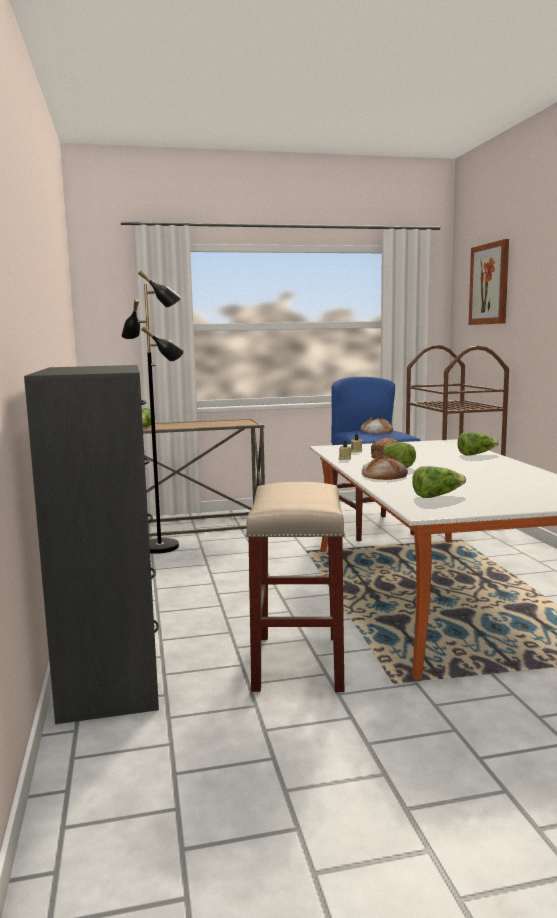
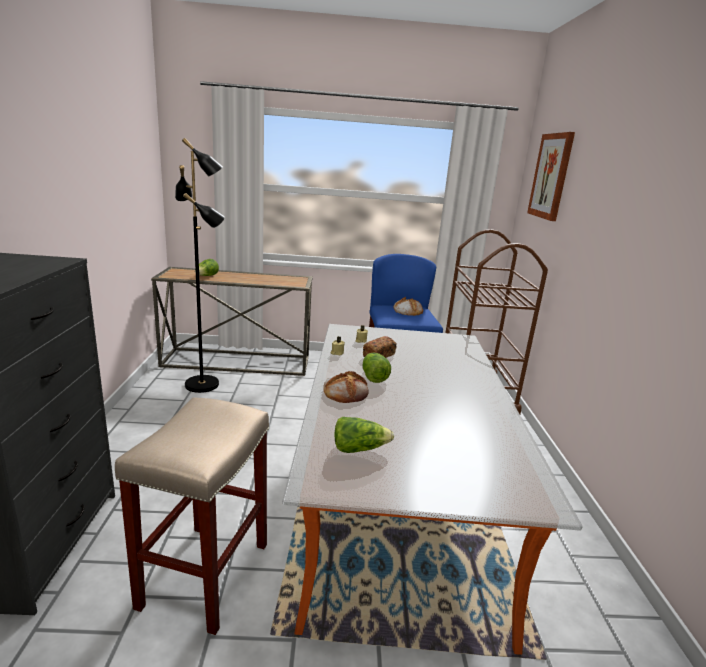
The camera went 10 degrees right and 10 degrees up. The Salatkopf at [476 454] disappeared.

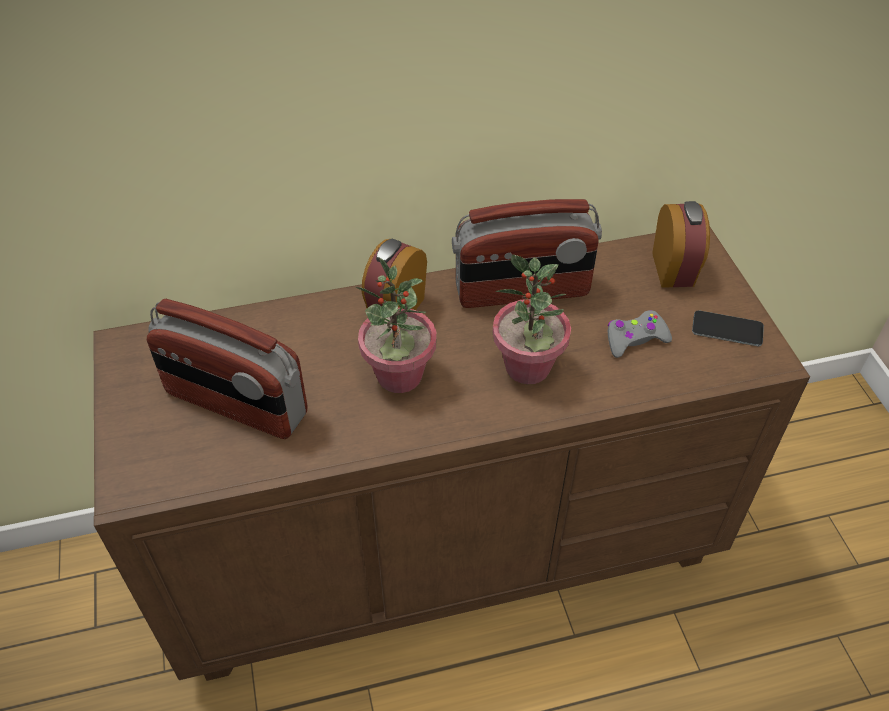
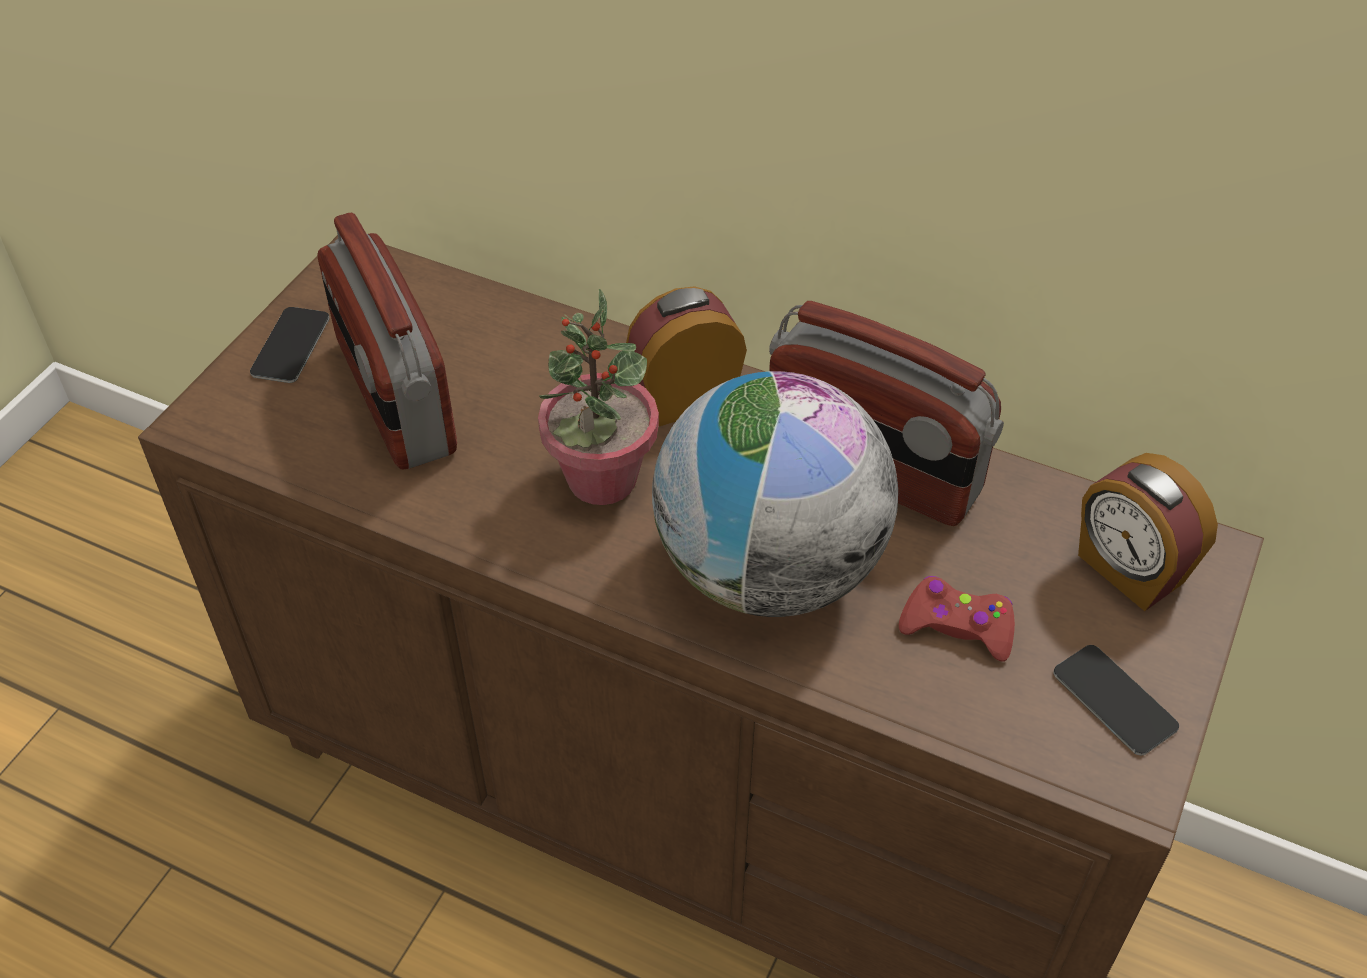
The camera went 40 degrees right and 0 degrees up. The Handy at [290 345] appeared. The Topfpflanze at [528 367] was replaced by the Globus at [768 569]. The Gamepad (grau) at [635 339] became the Gamepad (rot) at [957 626]. The Wecker at [674 269] turned 105 degrees clockwise.

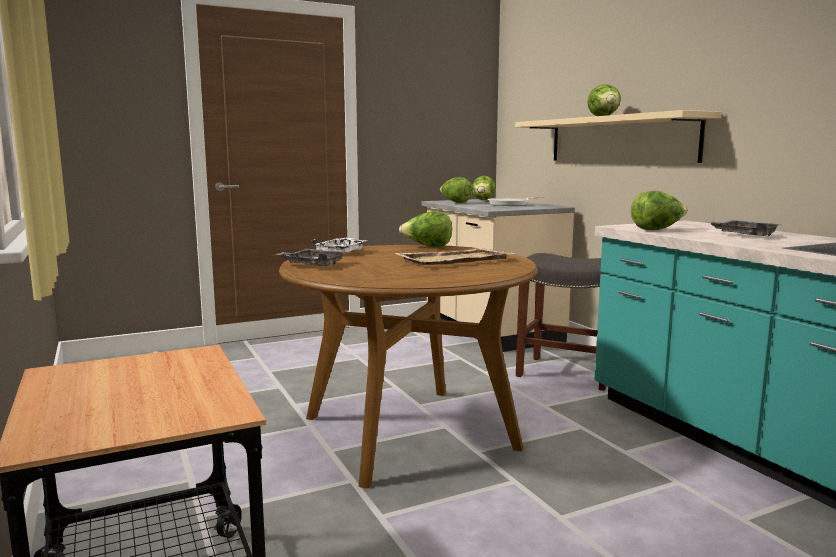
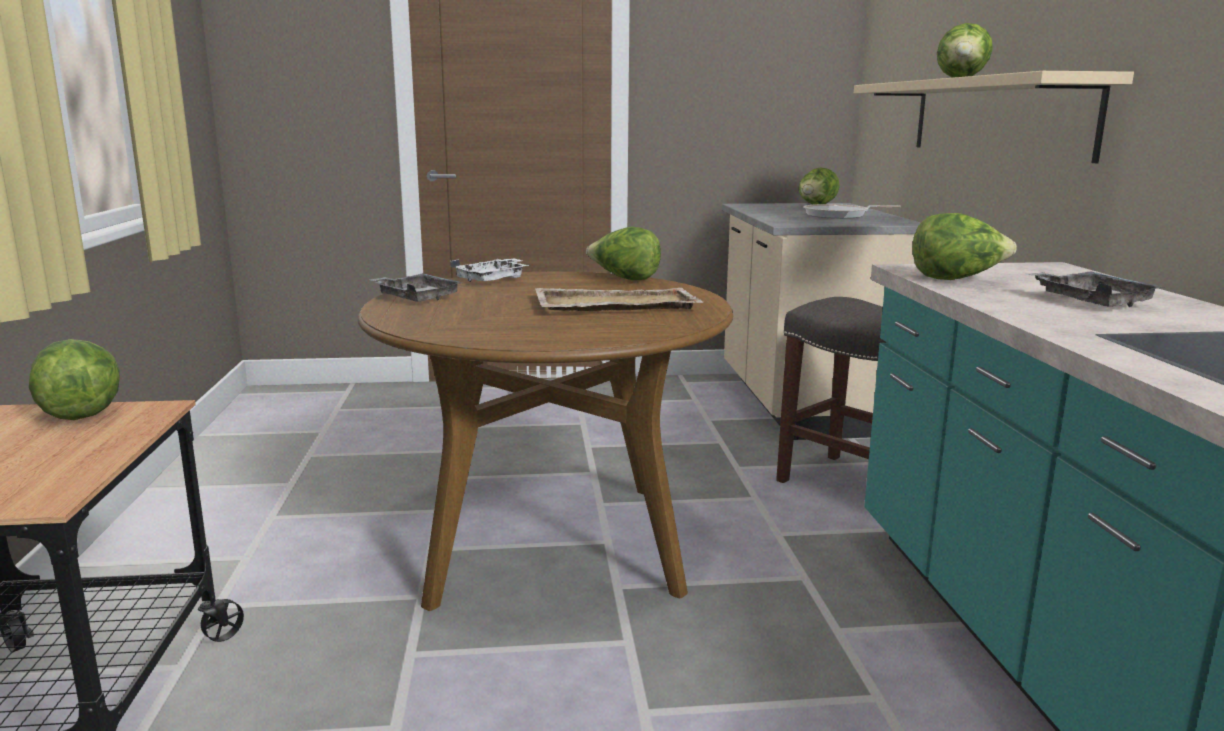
The camera went 20 degrees right and 5 degrees up. The Salatkopf moved from [455 202] to [82 412].

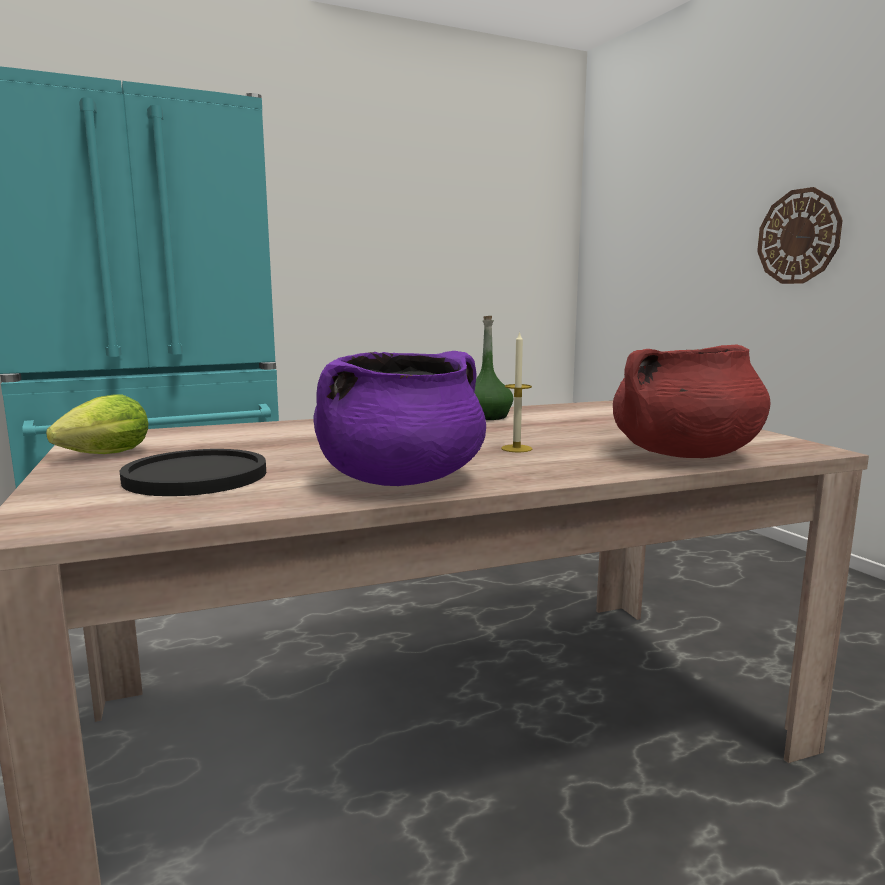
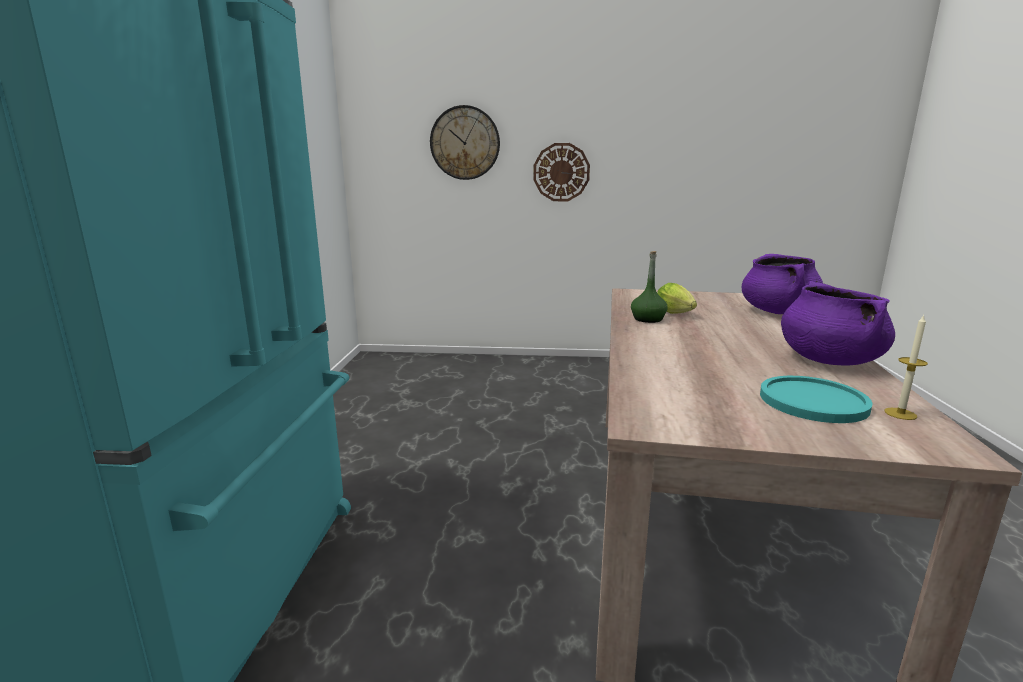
The camera went 60 degrees left and 5 degrees up. The Wanduhr at [465 143] appeared. The Salatkopf moved from [101 456] to [676 314]. The Kerze moved from [516 448] to [900 414]. The Teller (schwarz) at [196 476] became the Teller (türkis) at [813 401]. The Kochtopf (rot) at [684 454] became the Kochtopf (lila) at [778 312].

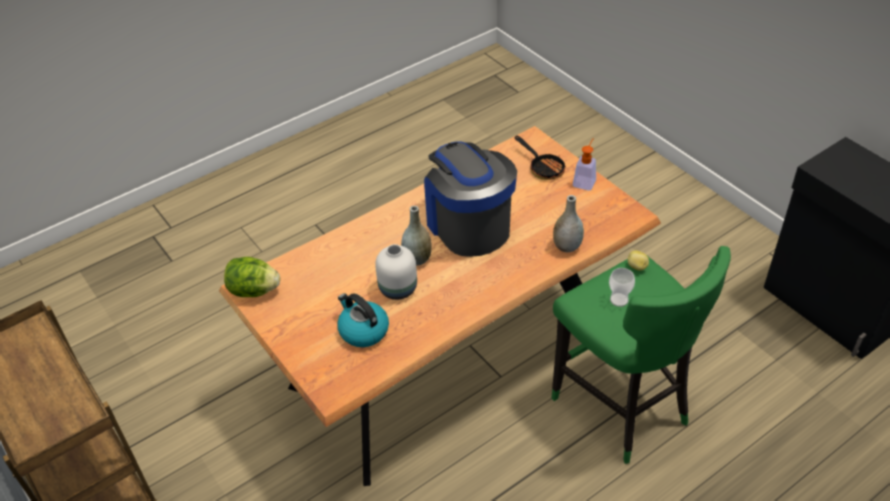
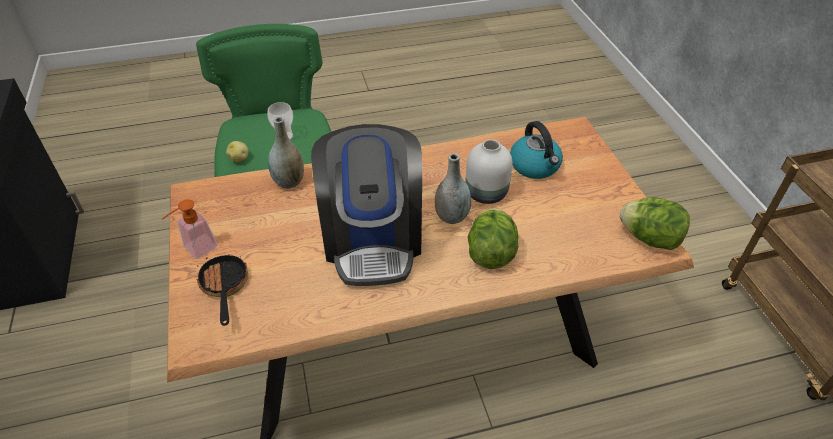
The camera went 160 degrees left and 0 degrees up. The Salatkopf at [491 253] appeared.

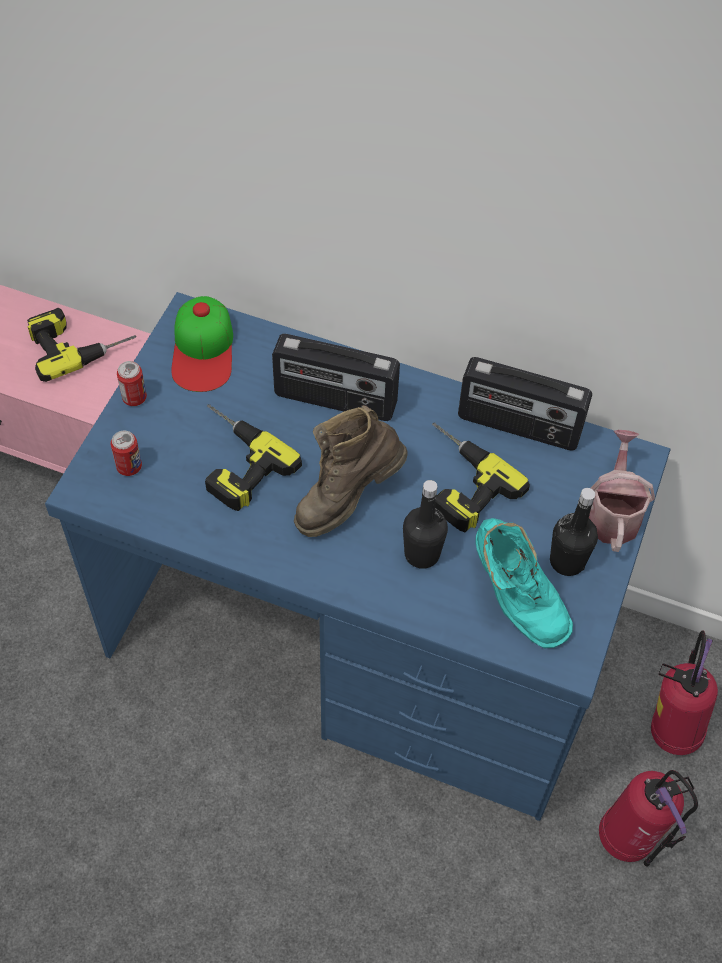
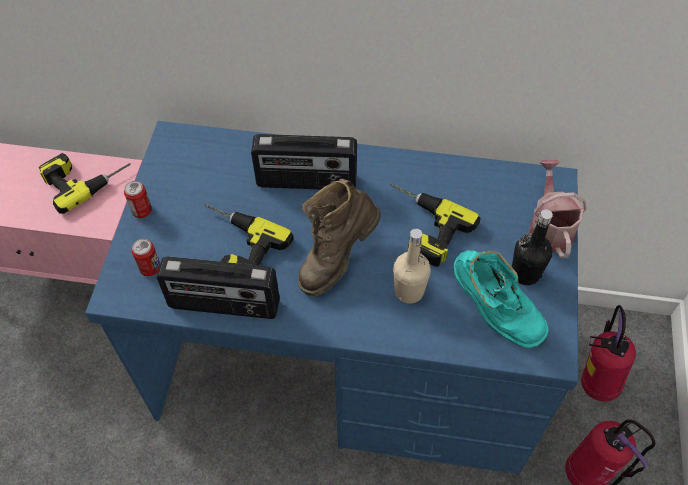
The camera went 10 degrees left and 0 degrees up. The Kappe at [203 350] disappeared. The Radio moved from [518 426] to [224 305]. The Flasche (schwarz) at [422 554] became the Flasche (beige) at [409 291].

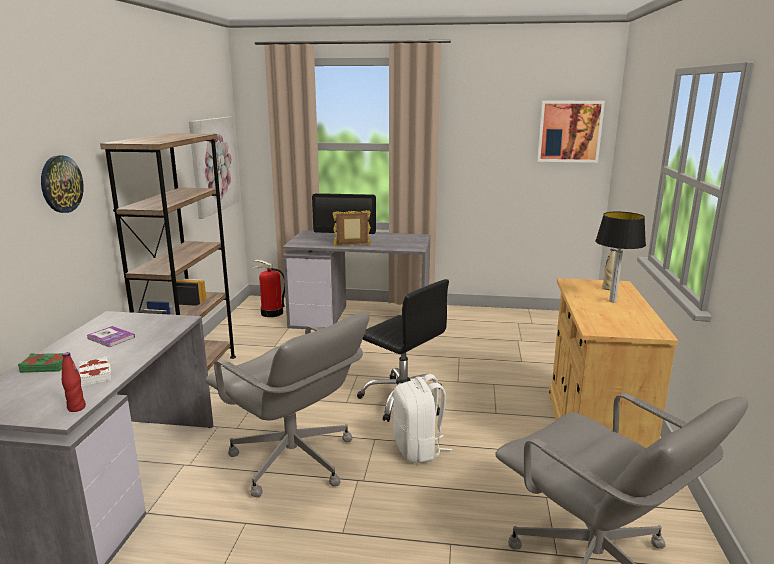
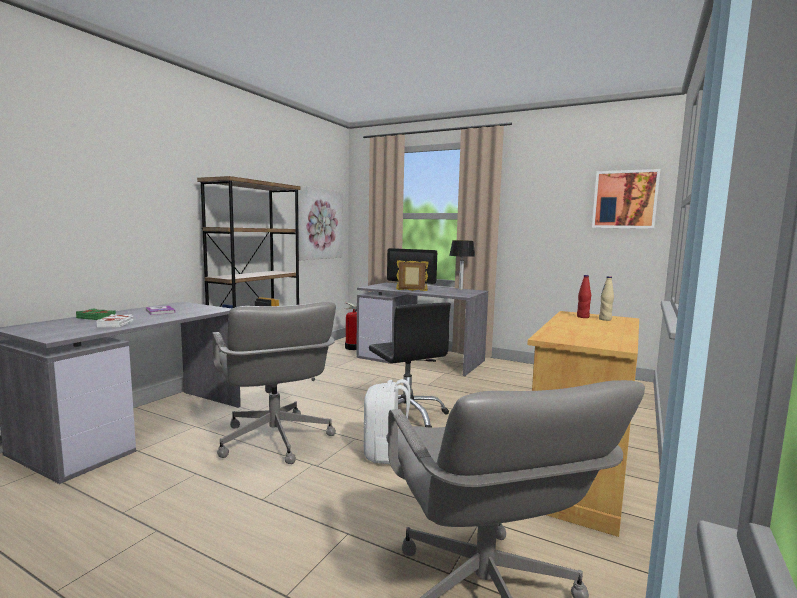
The camera went 20 degrees right and 10 degrees down. The Wanduhr at [61 184] disappeared. The Flasche (rot) moved from [76 408] to [582 317]. The Tischlampe moved from [613 301] to [461 289].

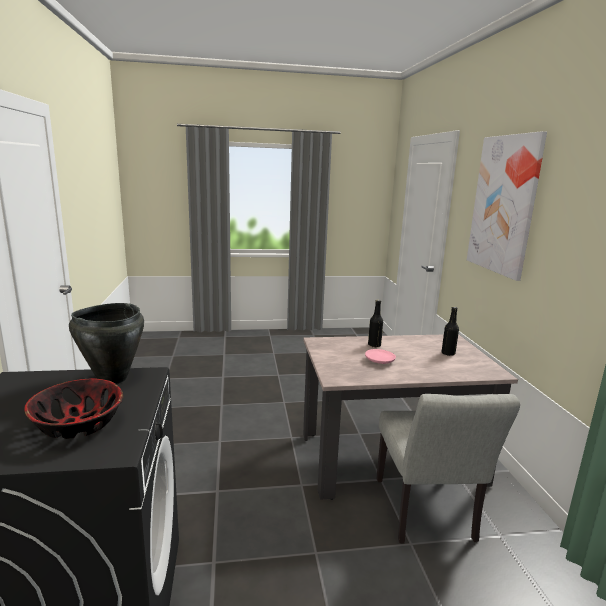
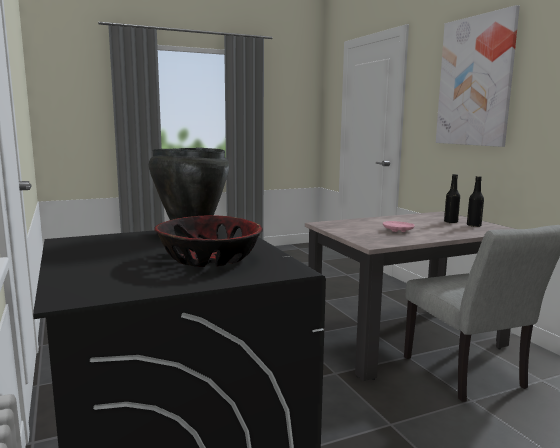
The camera went 15 degrees left and 5 degrees down. The Flasche (schwarz) moved from [374 345] to [474 225].

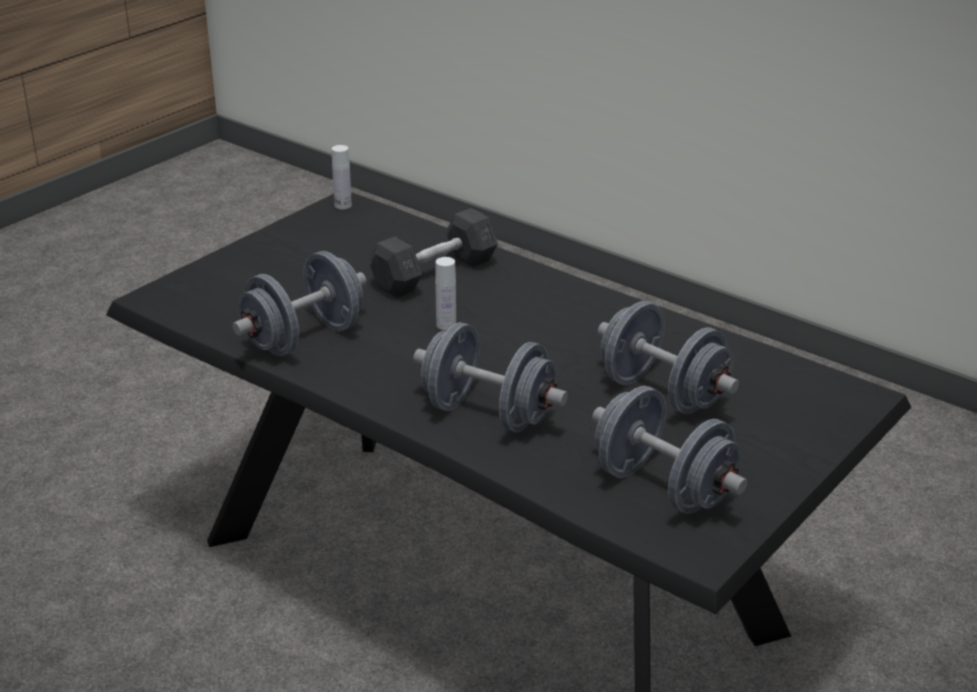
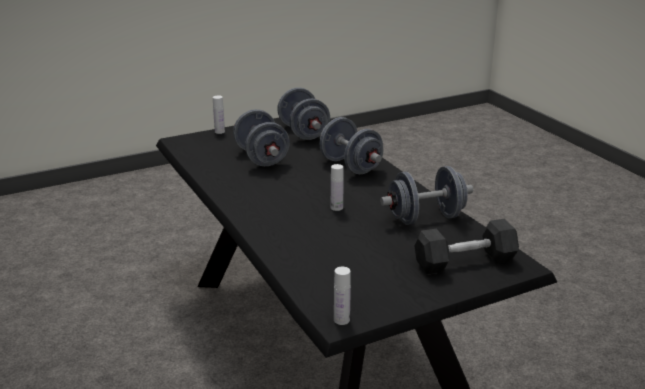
The camera went 155 degrees left and 5 degrees down. The Flasche (weiß) at [219 131] appeared. The Hantel (grau) moved from [434 273] to [465 262].

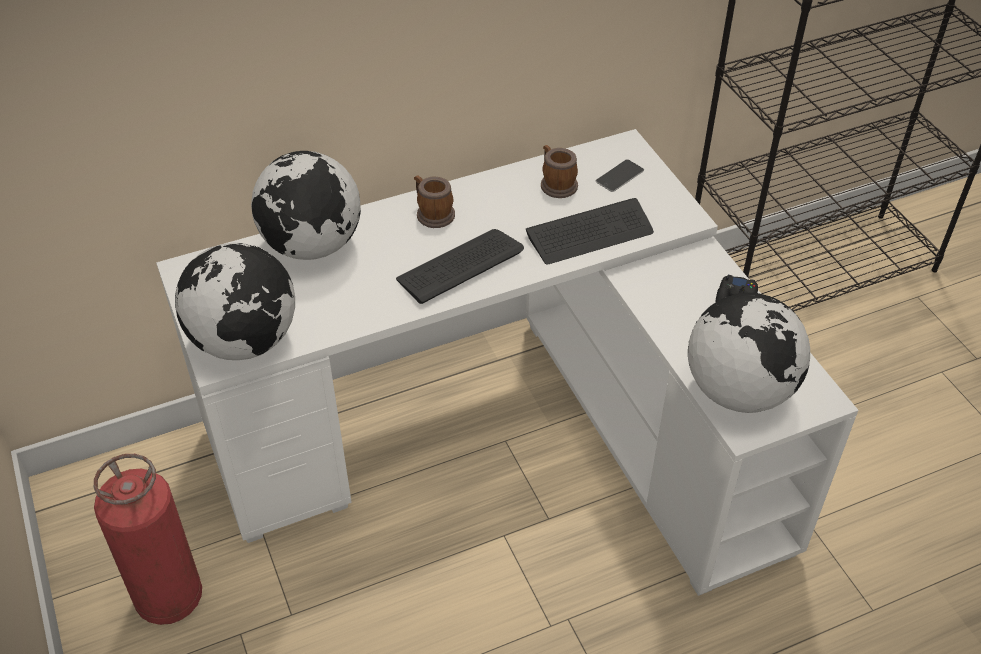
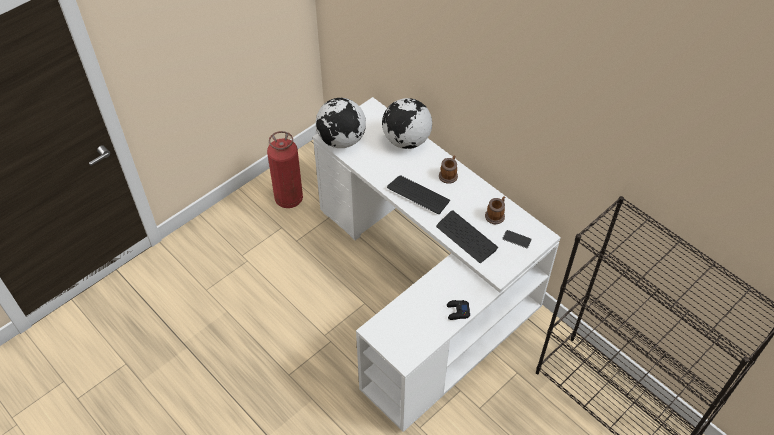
The camera went 70 degrees right and 5 degrees up. The Globus at [738 391] disappeared.

